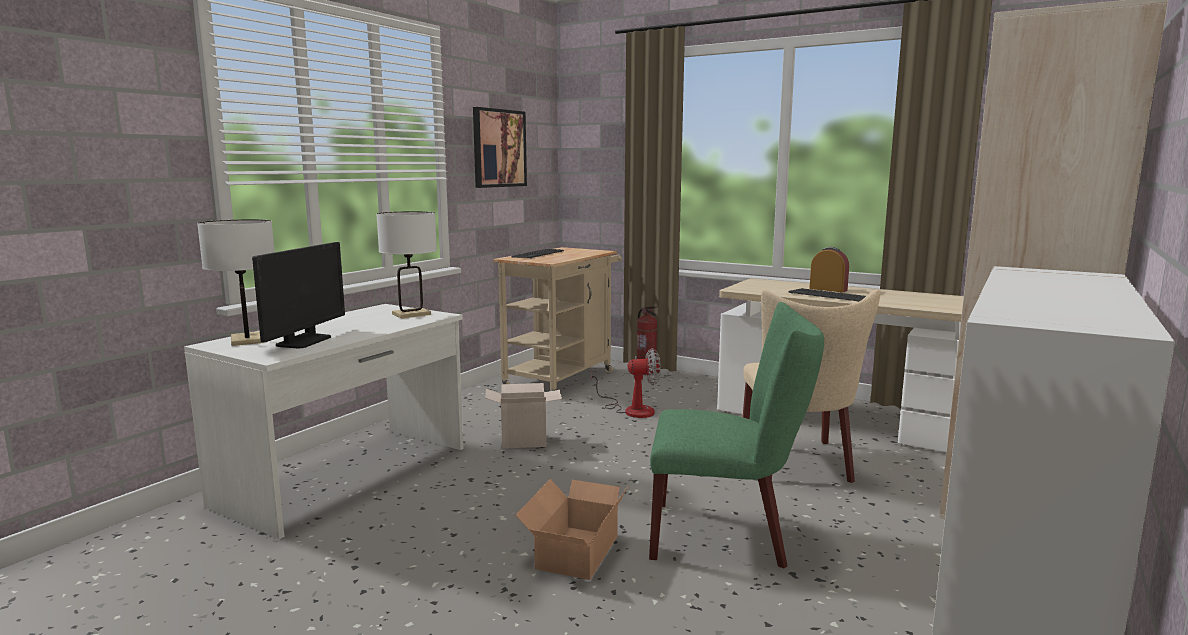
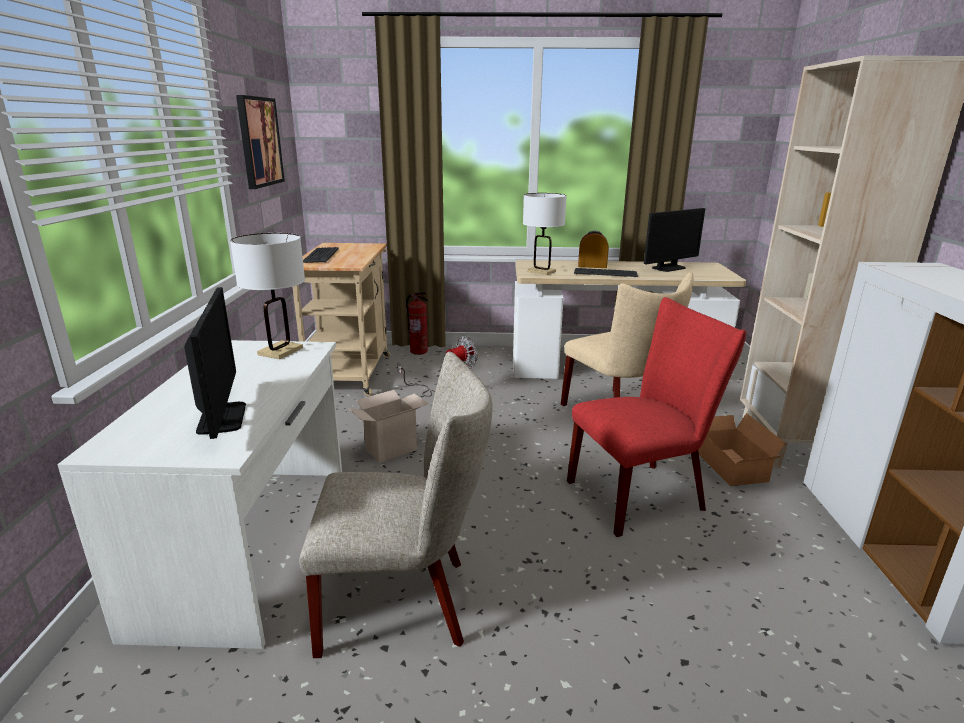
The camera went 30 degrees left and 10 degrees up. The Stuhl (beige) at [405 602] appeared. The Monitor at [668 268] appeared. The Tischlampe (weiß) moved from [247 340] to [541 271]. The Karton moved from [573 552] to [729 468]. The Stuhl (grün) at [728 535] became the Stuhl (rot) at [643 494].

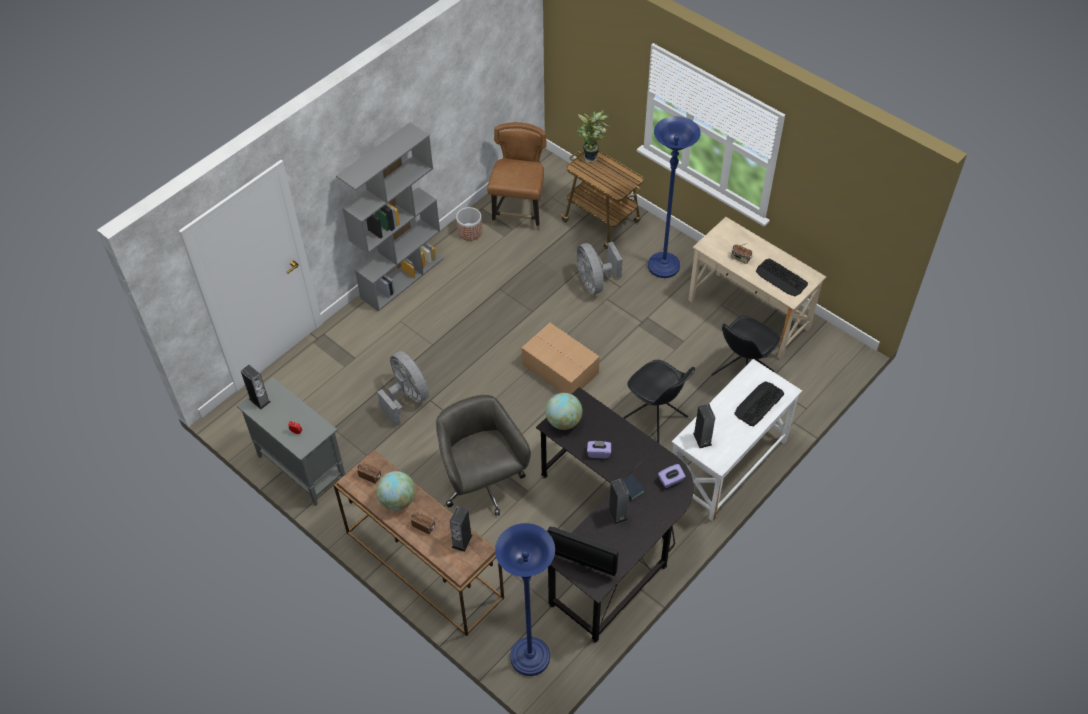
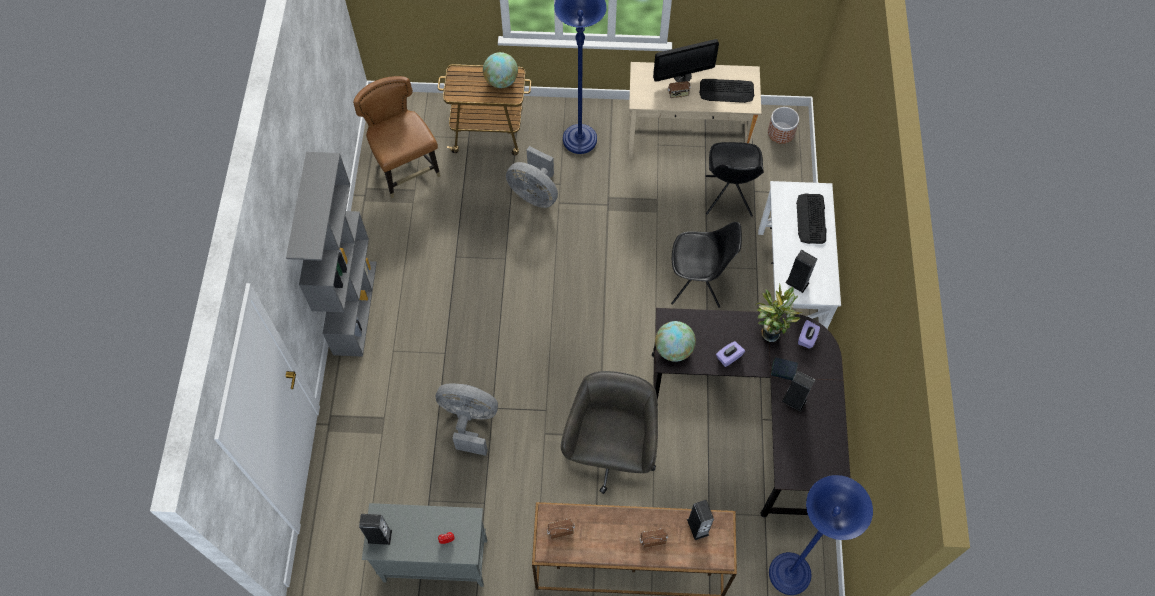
The camera went 40 degrees left and 10 degrees up. The Karton at [560 369] disappeared. The Globus moved from [397 500] to [501 81]. The Pflanzkübel moved from [470 232] to [781 132]. The Monitor moved from [582 564] to [682 76]. The Topfpflanze moved from [591 156] to [770 331]. The Bürostuhl (grau) at [482 484] turned 75 degrees clockwise.

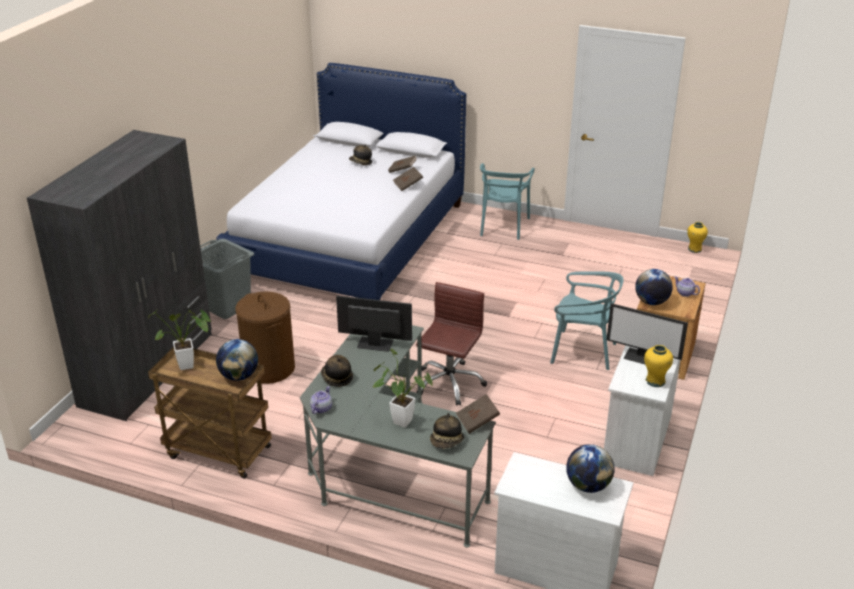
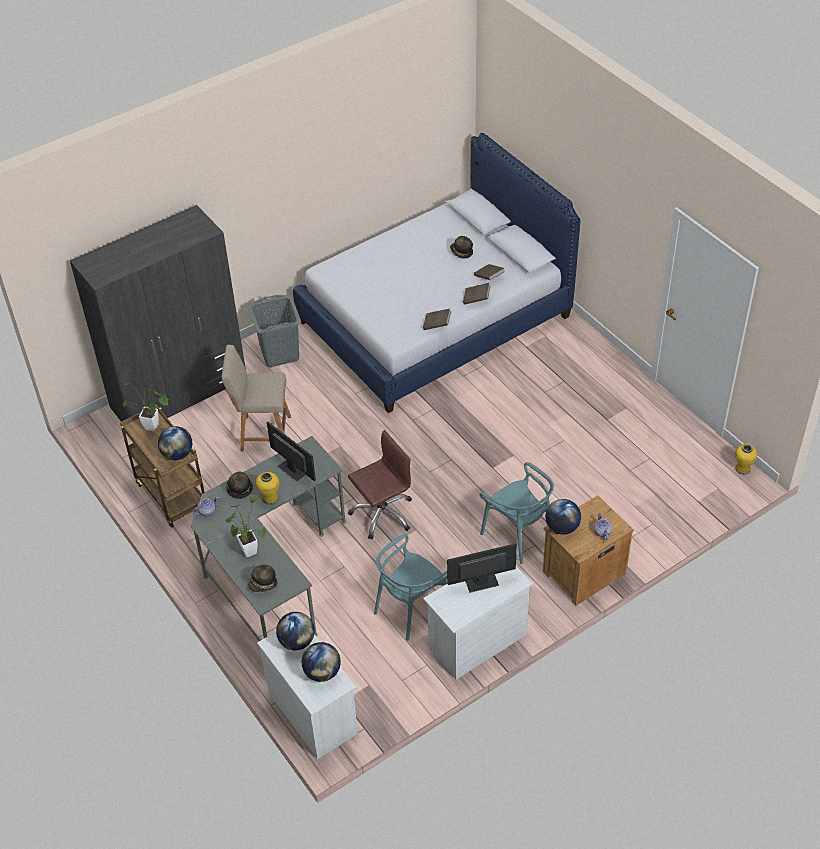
The camera went 35 degrees right and 15 degrees up. The Globus at [297 641] appeared. The Buch (braun) moved from [477 421] to [437 324]. The Stuhl (türkis) moved from [503 226] to [411 609]. The Vase (gelb) moved from [655 381] to [270 498]. The Wäschekorb (braun) at [269 368] was replaced by the Stuhl (beige) at [262 433]. The Monitor at [643 357] turned 105 degrees clockwise.

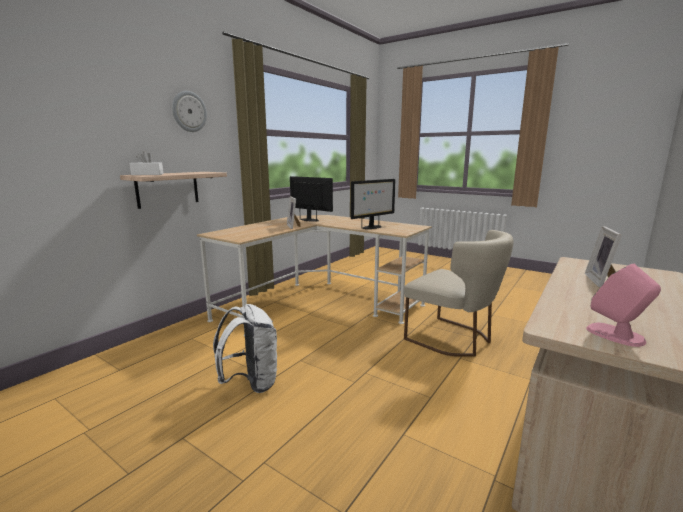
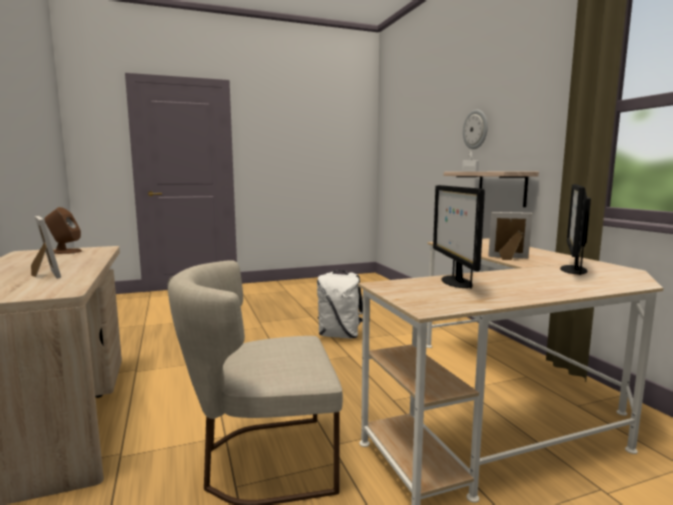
The camera went 125 degrees right and 5 degrees down. The Wanduhr moved from [189 111] to [476 129]. The Lautsprecher (rosa) at [616 335] became the Lautsprecher (braun) at [64 252]. The Monitor at [310 220] turned 135 degrees clockwise.

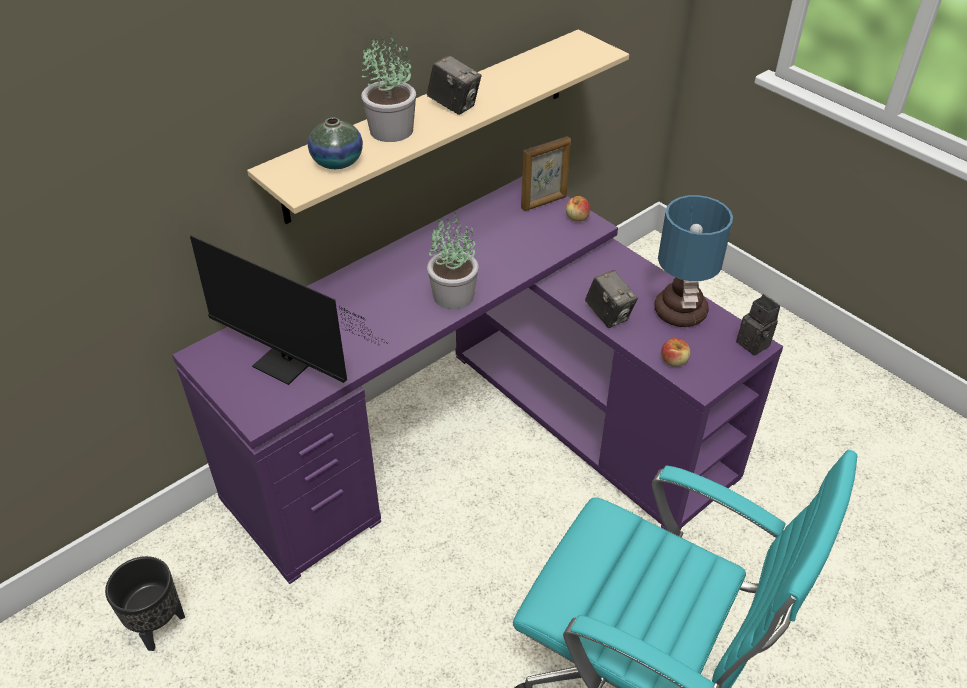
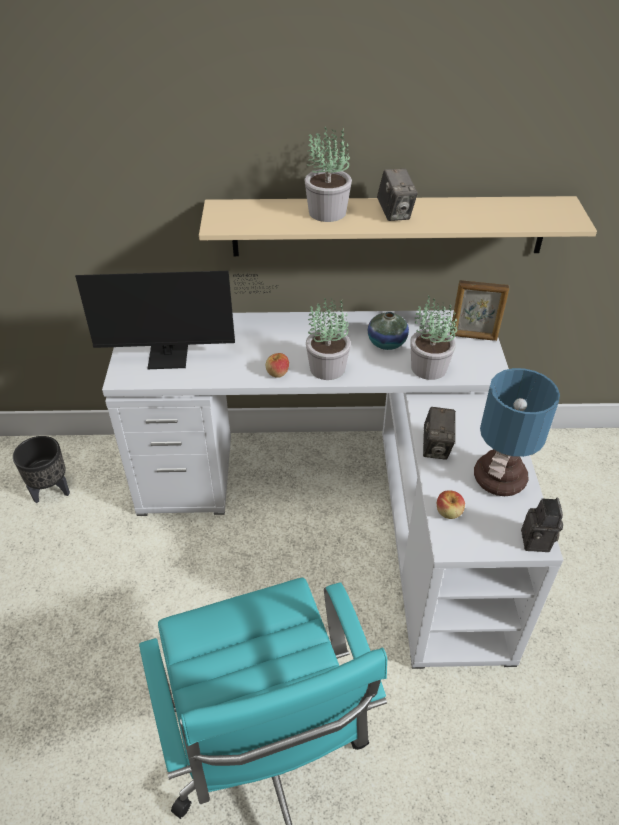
The camera went 40 degrees right and 0 degrees up. The Topfpflanze at [428 368] appeared. The Vase moved from [337 162] to [386 343]. The Apfel moved from [577 218] to [277 373]. The Schreibtisch (lila) at [485 437] became the Schreibtisch (weiß) at [346 503]. The Monitor at [291 366] turned 75 degrees counterclockwise.

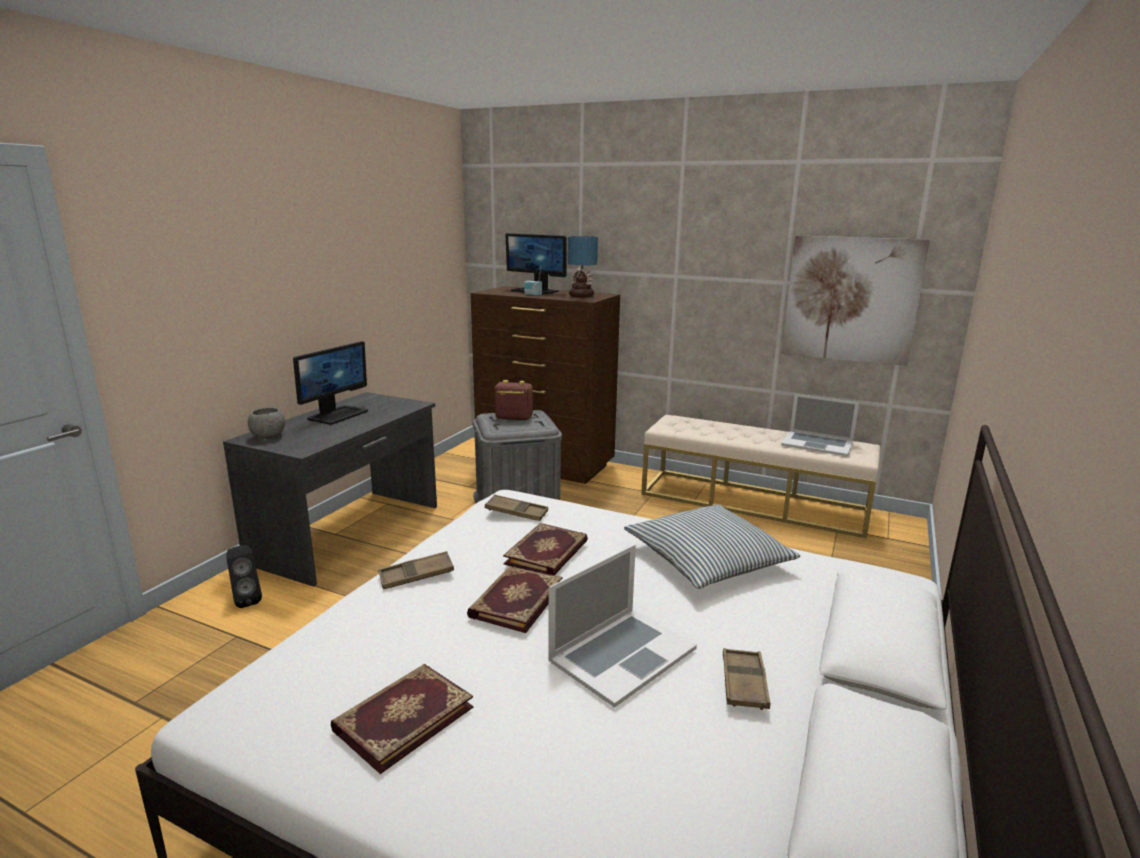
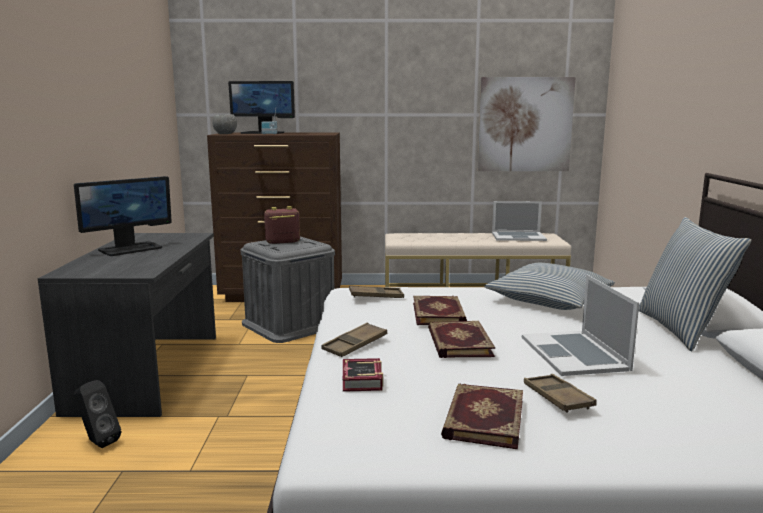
The camera went 25 degrees left and 5 degrees down. The Tischlampe at [582 296] disappeared. The Buch at [360 381] appeared. The Kissen at [681 329] appeared. The Schüssel (grau) moved from [269 436] to [225 134]. The Tablett (braun) moved from [744 683] to [557 398]. The Monitor at [337 415] turned 45 degrees clockwise. The Laptop at [622 654] turned 150 degrees clockwise.

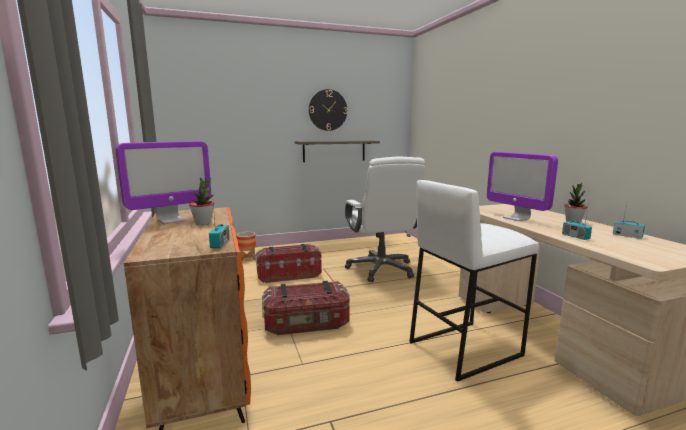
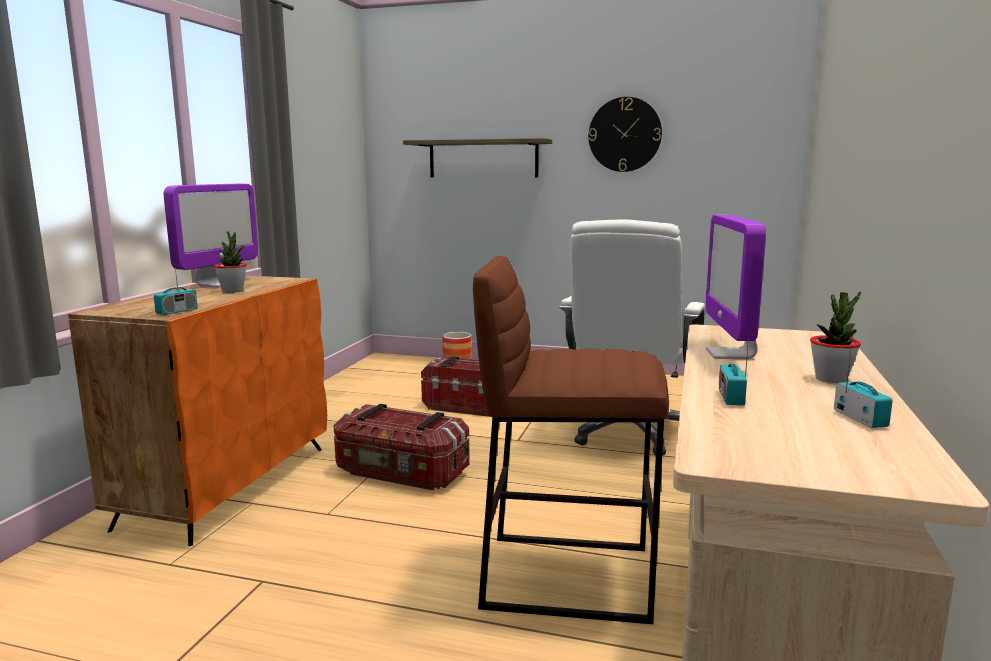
The camera went 35 degrees right and 0 degrees up. The Wandregal moved from [334 151] to [483 159]. The Hocker (weiß) at [464 348] became the Hocker (braun) at [567 575]. The Monitor at [171 220] turned 60 degrees counterclockwise.

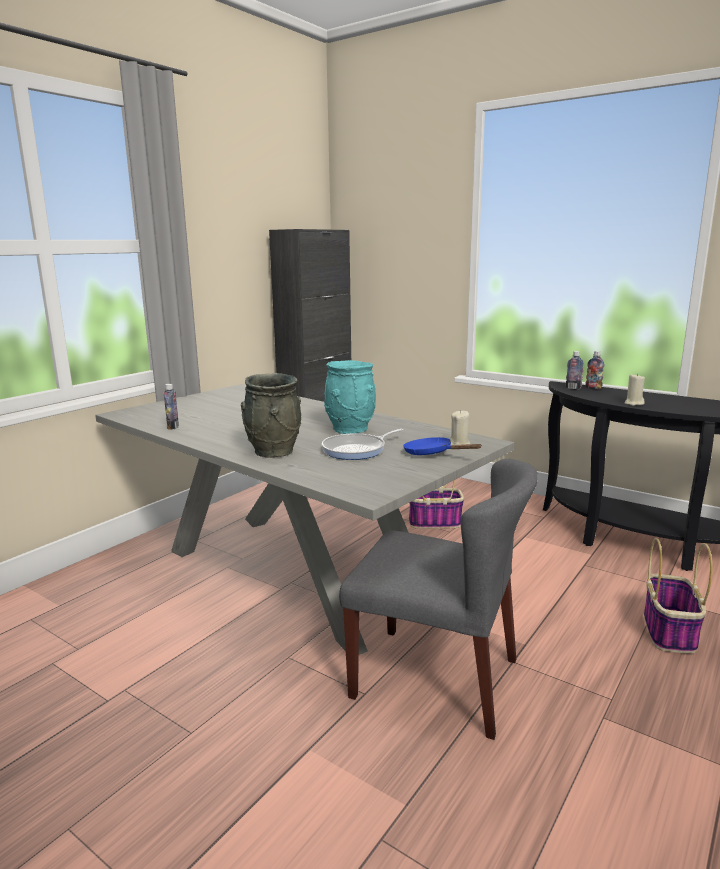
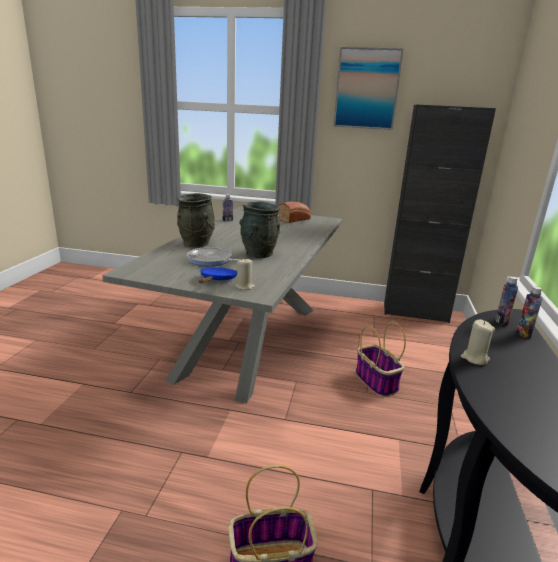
The camera went 65 degrees right and 5 degrees up. The Stuhl (grau) at [437 678] disappeared. The Brot at [295 219] appeared. The Bild at [367 89] appeared. The Vase (türkis) at [350 429] became the Vase (grau) at [258 254].

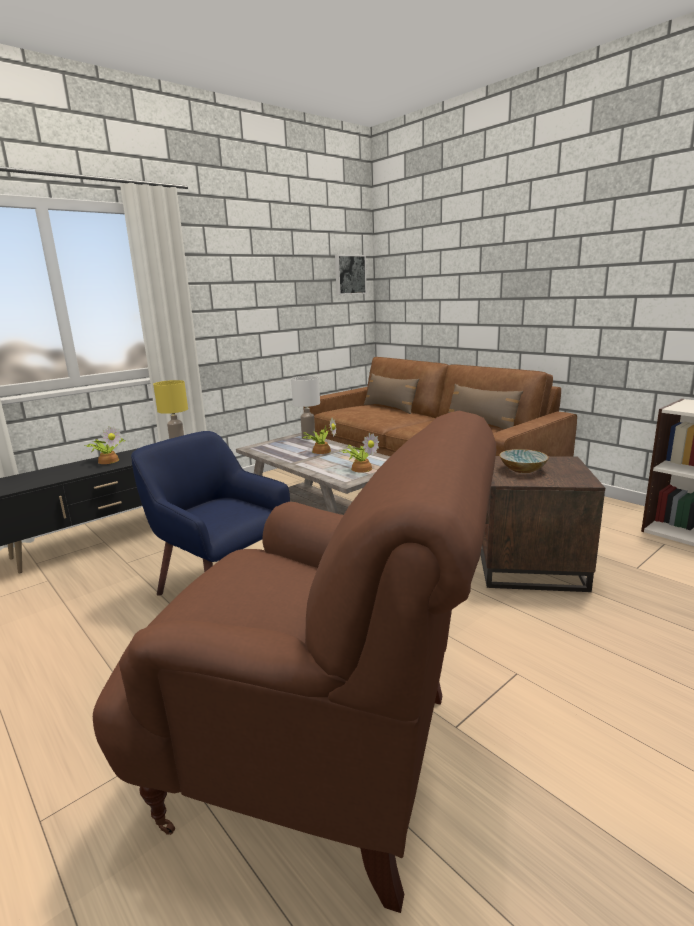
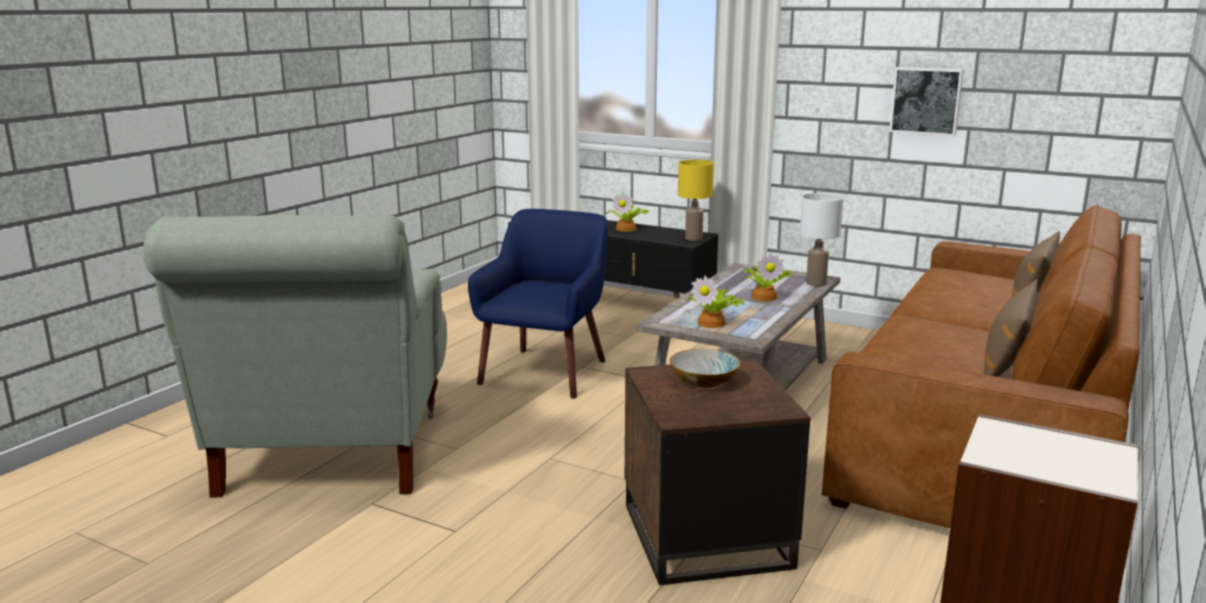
The camera went 70 degrees right and 0 degrees up. The Bild moved from [349 274] to [926 101]. The Sessel (braun) at [323 757] became the Sessel (grau) at [332 454].

